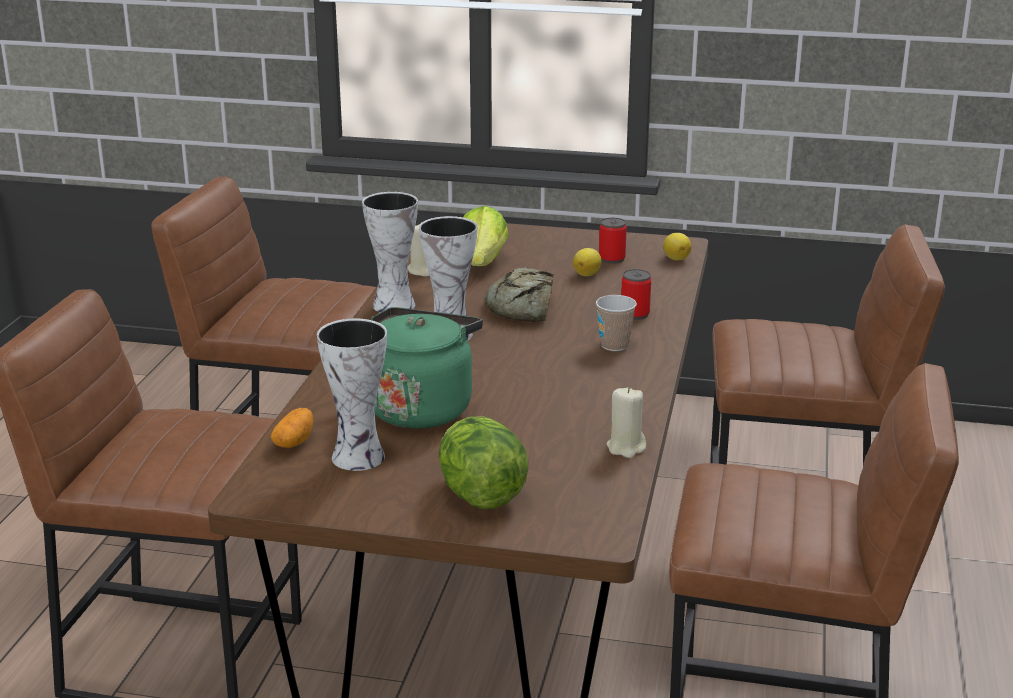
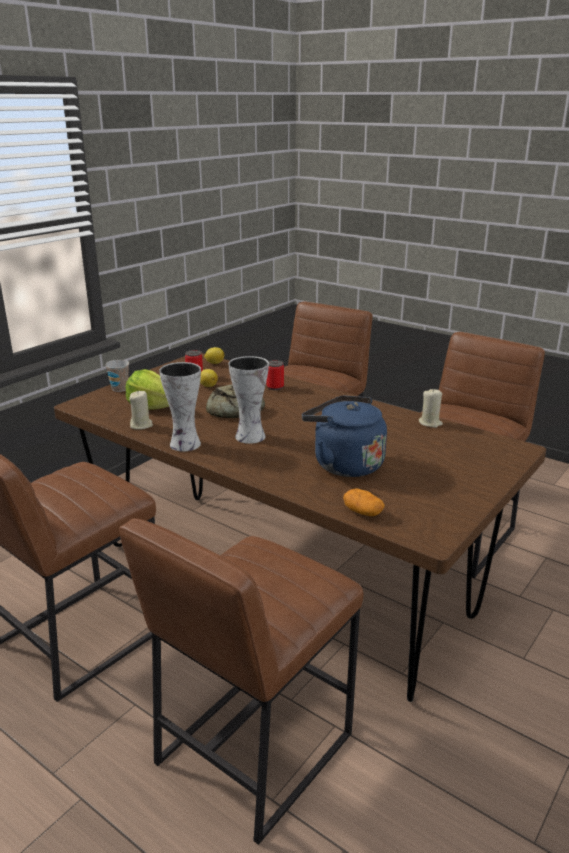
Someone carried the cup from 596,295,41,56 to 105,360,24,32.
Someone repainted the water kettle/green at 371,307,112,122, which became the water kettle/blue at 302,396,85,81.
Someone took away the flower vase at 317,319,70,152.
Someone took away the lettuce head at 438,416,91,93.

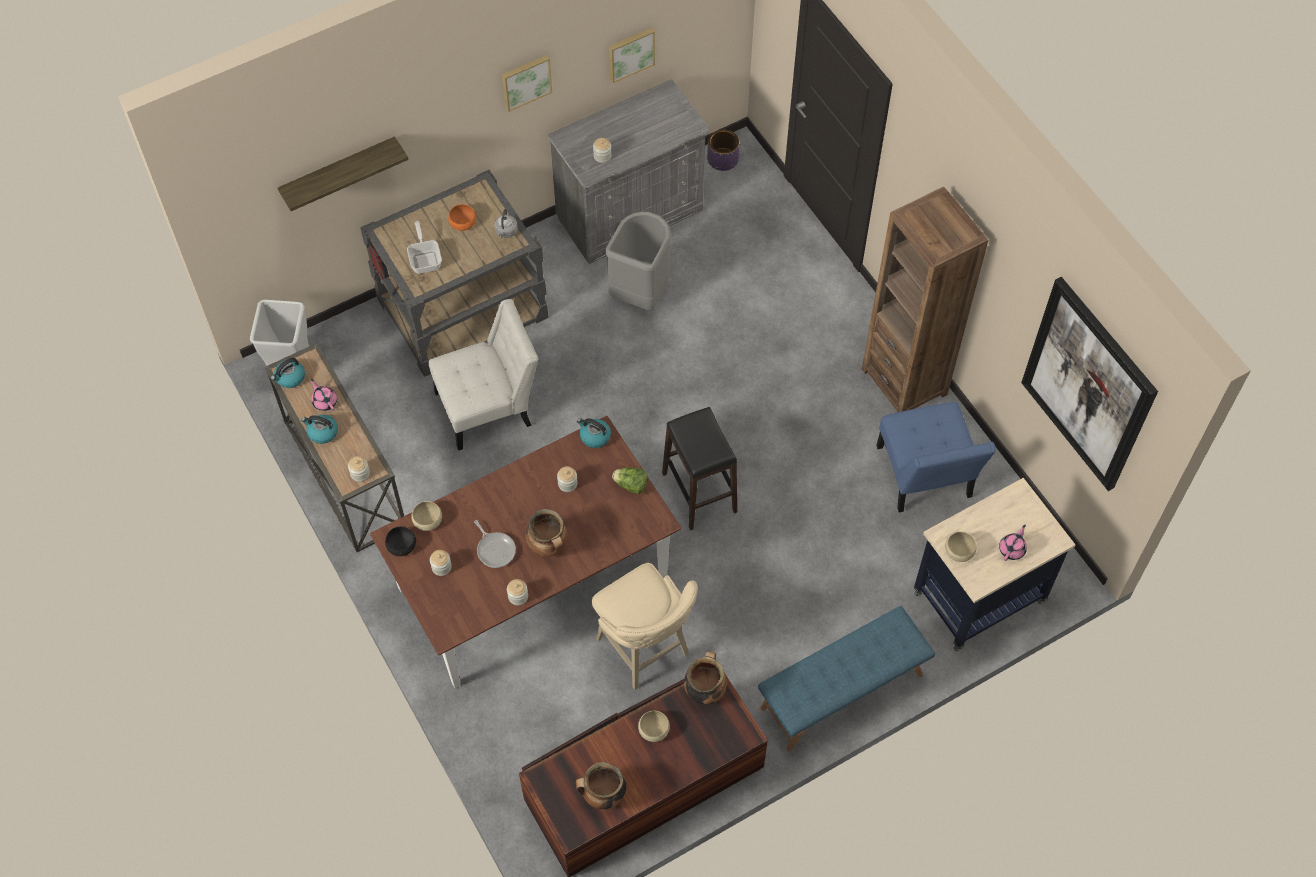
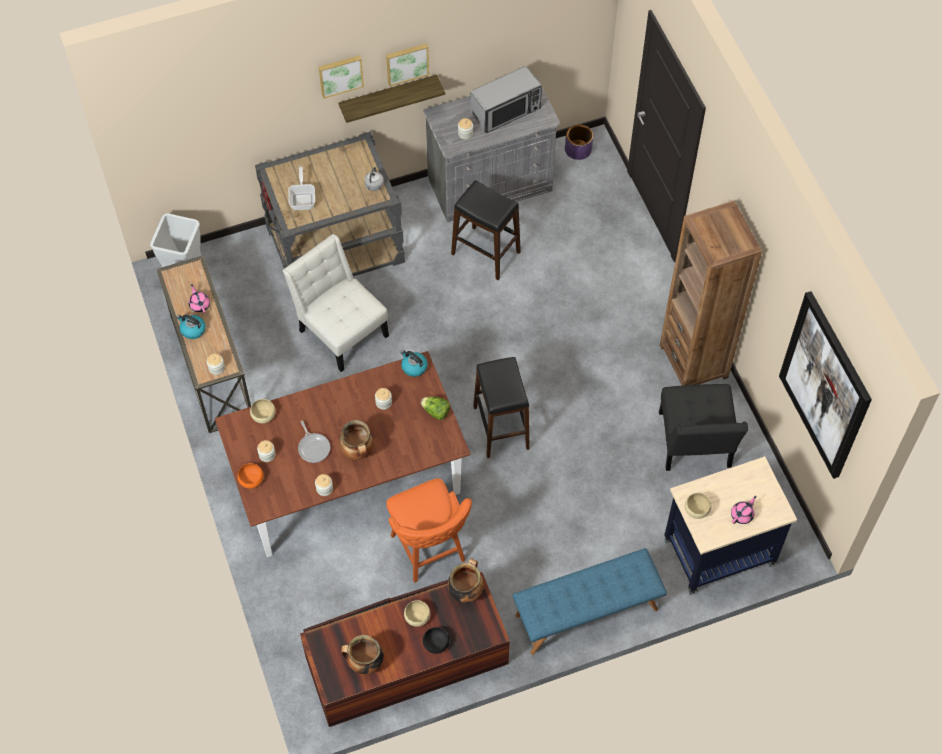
Someone carried the bowl/orange-coloured from 448,204,28,27 to 237,463,27,26.
Someone rotated the chair/whitish at 429,299,110,152 by 120 degrees counterclockwise.
Someone carried the wall picture from 609,28,46,55 to 319,55,45,44.
Someone carried the bracket shelf from 278,136,131,75 to 339,75,106,48.
Someone repainted the stool/sand-coloured at 592,563,106,127, which became the stool/orange-coloured at 386,478,86,105.
Someone carried the bowl/black-coloured from 385,526,31,30 to 423,627,26,27.
Someone swapped the waste bin/greyish at 605,212,66,99 for the stool/black-coloured at 451,180,70,100.
Someone put down the microwave at 471,66,71,67.
Someone repainted the chair/blue at 876,402,120,111, which became the chair/black-coloured at 659,384,89,87.
Someone took away the water kettle at 271,358,34,30.

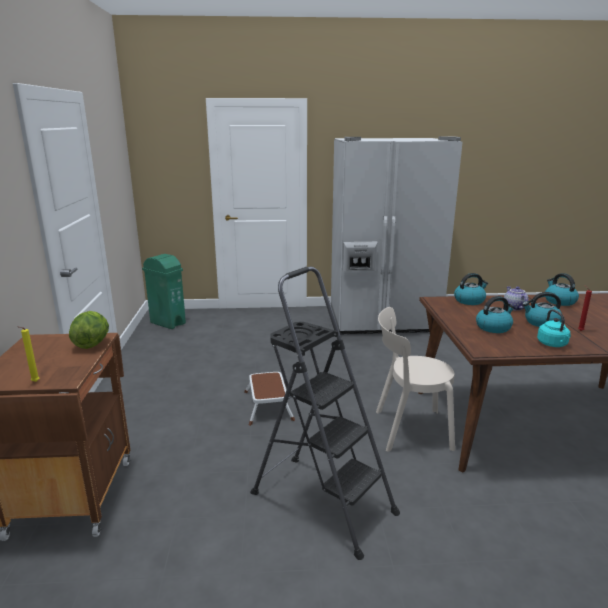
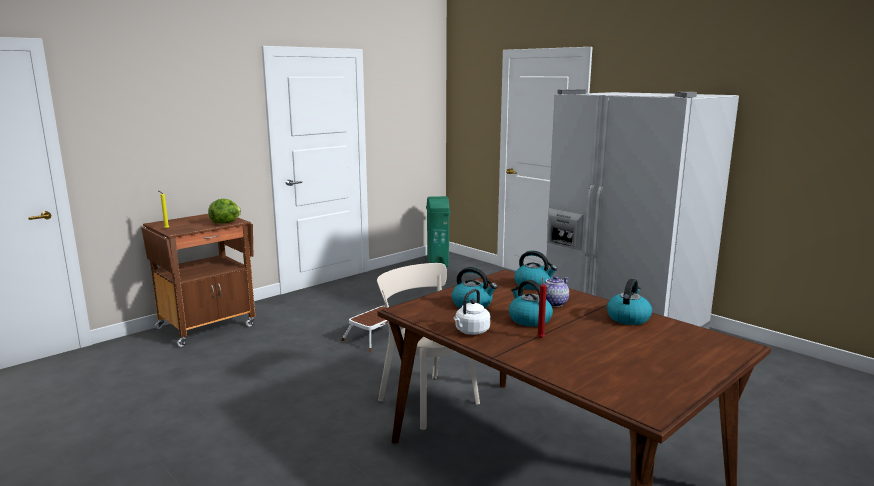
Someone repainted the water kettle/turquoise-coloured at 537,309,34,38, which became the water kettle/whitish at 453,289,37,46.
Someone took away the step ladder at 250,267,150,293.

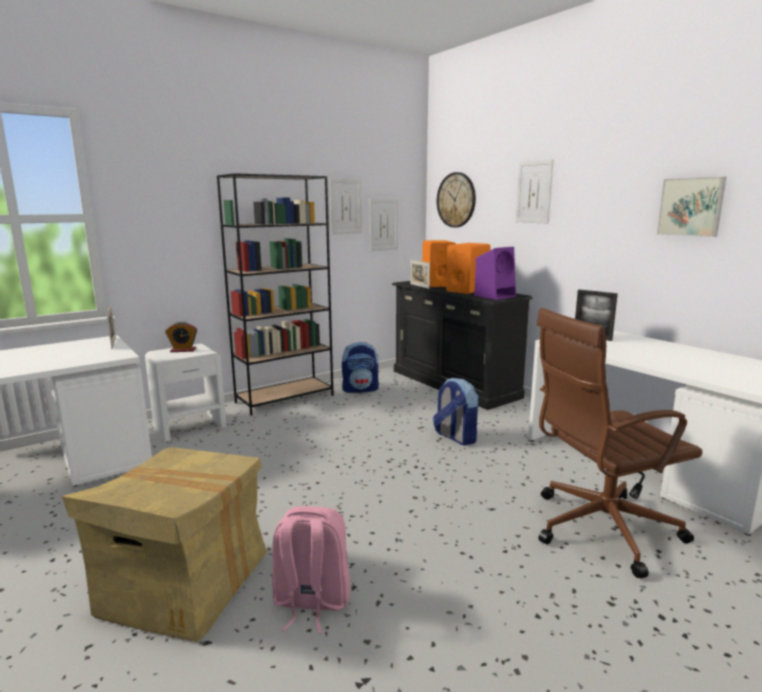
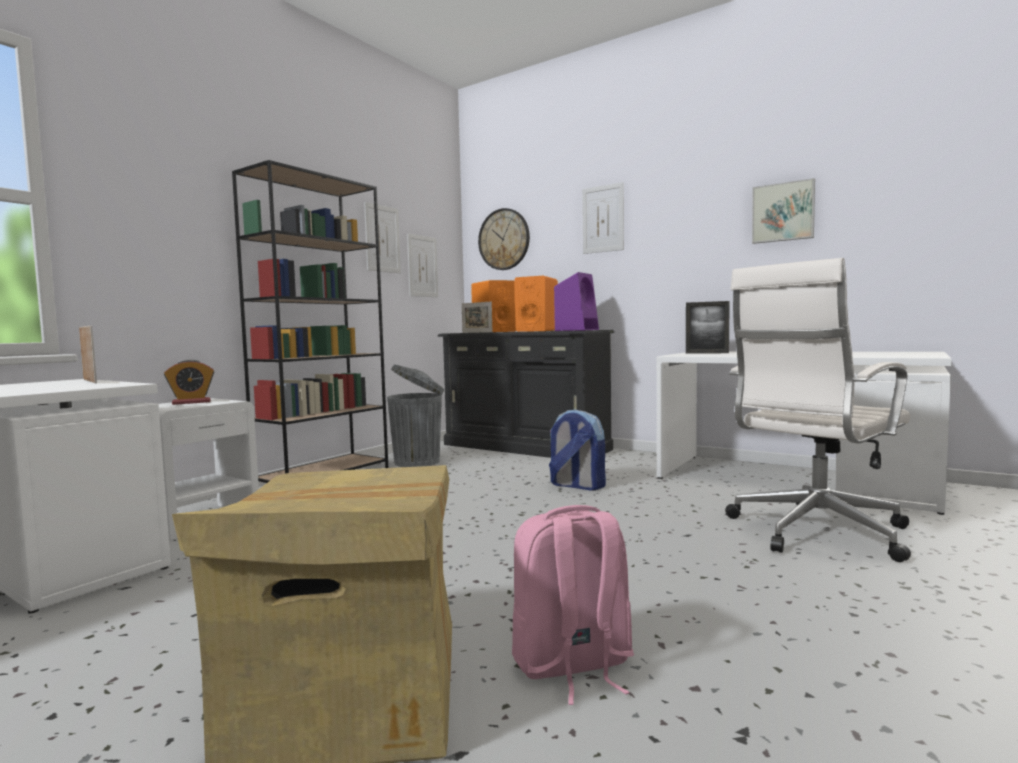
Someone swapped the rucksack at 342,342,37,51 for the waste bin/greyish at 387,364,57,103.
Someone repainted the desk chair/brown-coloured at 536,308,167,270, which became the desk chair/whitish at 725,258,186,304.

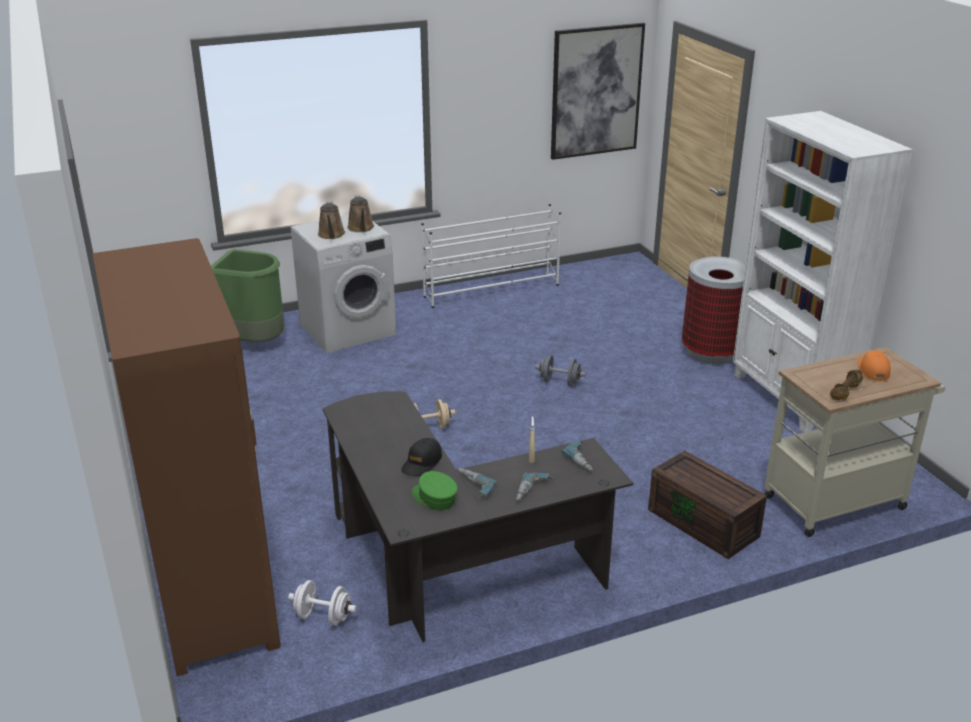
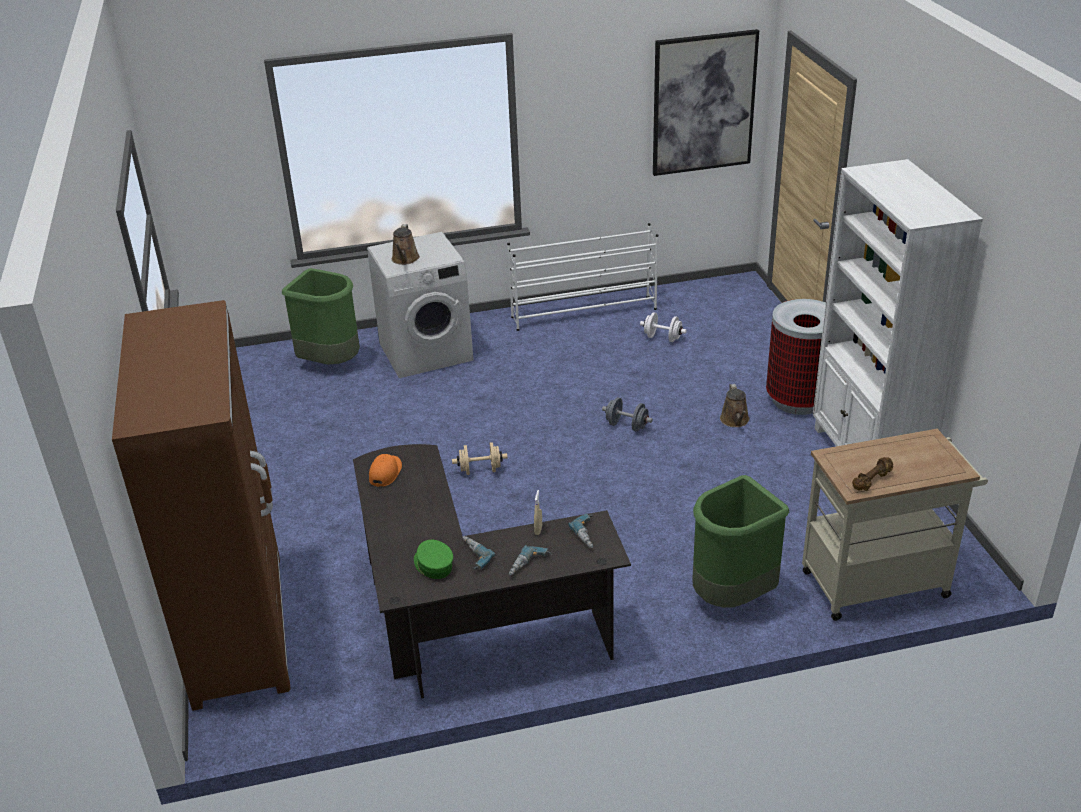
Someone carried the baseball cap/orange-coloured from 858,350,33,31 to 369,454,33,33.
Someone carried the dumbbell/whitish from 288,580,68,45 to 640,312,47,30.
Someone swapped the storage box/brown-coloured at 648,451,119,108 for the waste bin/green at 692,475,97,133.
Someone carried the watering pot/brown-coloured from 347,195,27,37 to 720,384,30,43.
Someone took away the baseball cap/black-coloured at 402,438,40,38.

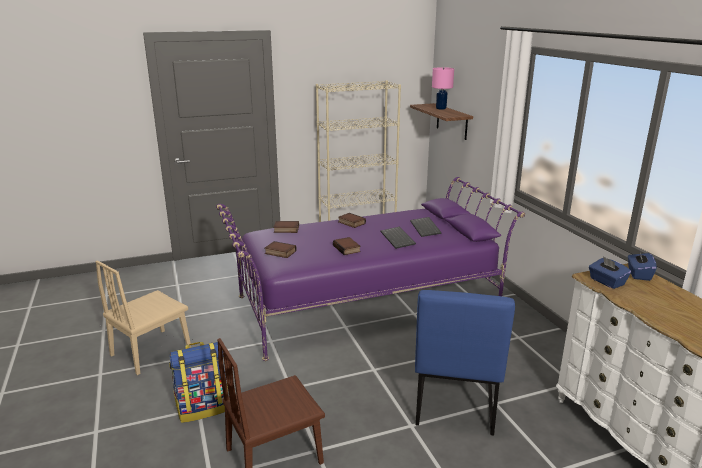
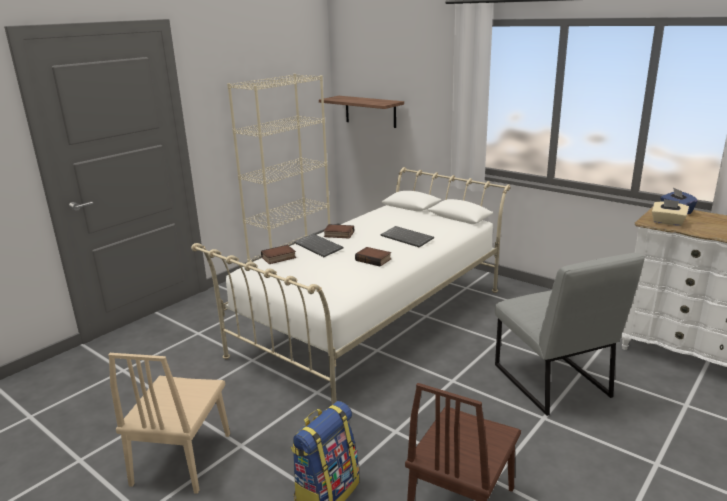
Someone repainted the bed/purple-coloured at 216,177,309,184, which became the bed/whitish at 191,167,319,238.
Someone carried the keyboard from 410,217,32,20 to 294,234,49,23.
Someone repainted the chair/blue at 415,290,100,145, which became the chair/greyish at 495,253,150,163.
Someone repainted the tissue box/blue at 589,256,42,33, which became the tissue box/sand-coloured at 652,199,37,27.
Someone took away the volume at 265,241,32,17.
Someone took away the table lamp/pinkish at 432,67,22,43.

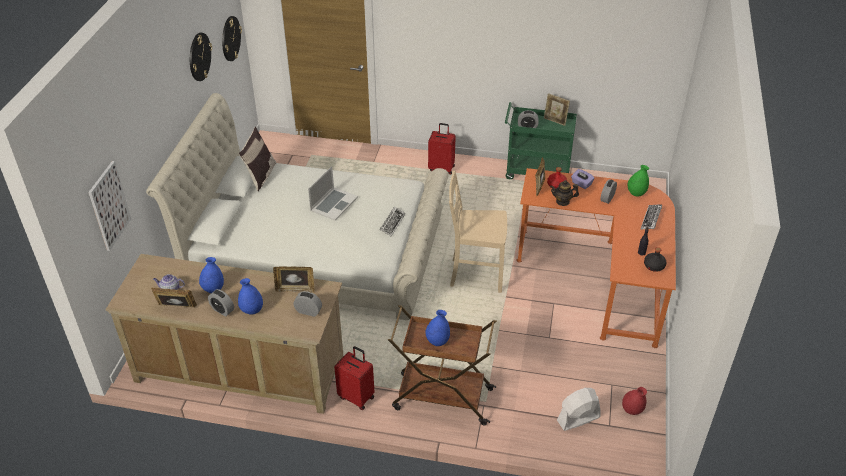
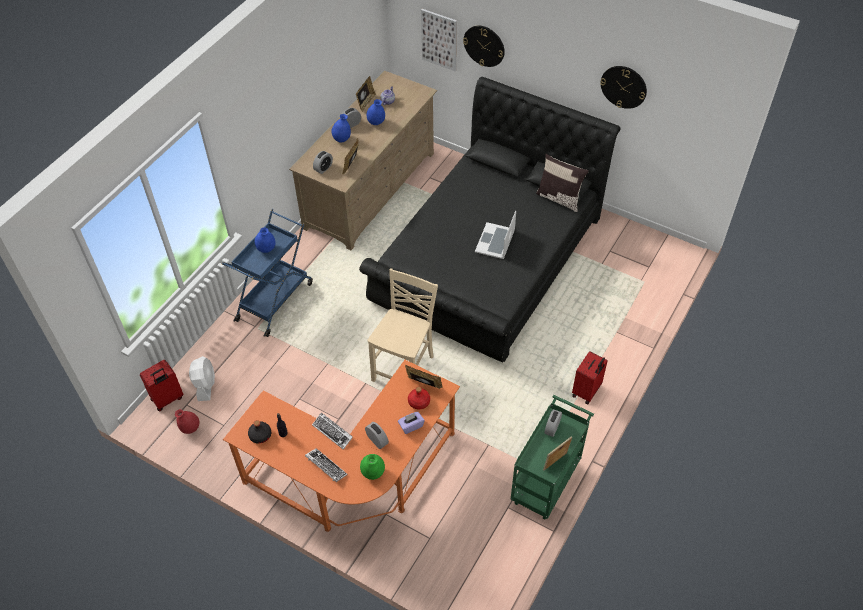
Someone carried the piece of luggage/red-coloured from 334,346,40,64 to 140,360,43,51.
Someone repainted the wheeled cart/brown-coloured at 388,305,109,121, which became the wheeled cart/blue at 222,209,91,128.
Someone carried the keyboard from 380,206,26,30 to 312,412,41,38.
Someone repainted the bed/sand-coloured at 146,93,303,227, which became the bed/black-coloured at 359,77,261,285.
Someone carried the wall clock from 222,16,20,45 to 463,26,42,41.
Someone rotated the notebook computer at 308,166,50,55 by 60 degrees clockwise.
Someone took away the tea pot at 550,180,29,26.

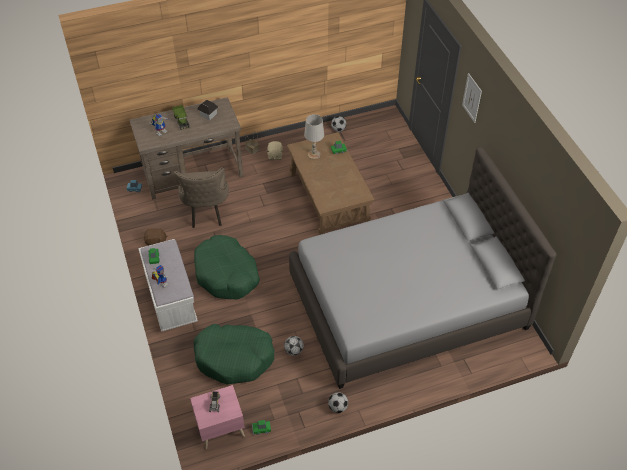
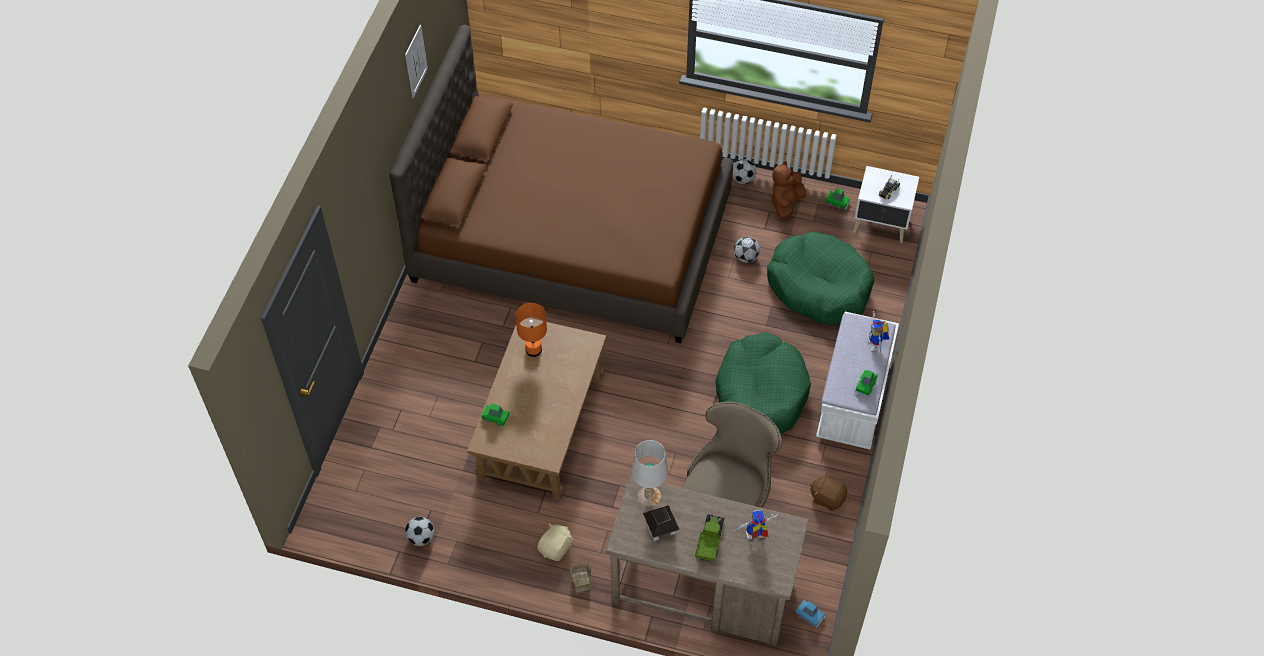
Someone repainted the bed/greyish at 289,147,267,242, which became the bed/brown-coloured at 389,25,344,319.
Someone carried the wall picture from 462,73,20,50 to 405,25,23,73.
Someone put down the table lamp/orange-coloured at 516,303,31,54.
Someone carried the table lamp/whitish from 304,114,20,45 to 631,440,37,67.
Someone put down the soft toy/brown-coloured at 772,161,34,58.
Someone repainted the night table/pinkish at 190,385,55,64, which became the night table/whitish at 853,166,66,77.

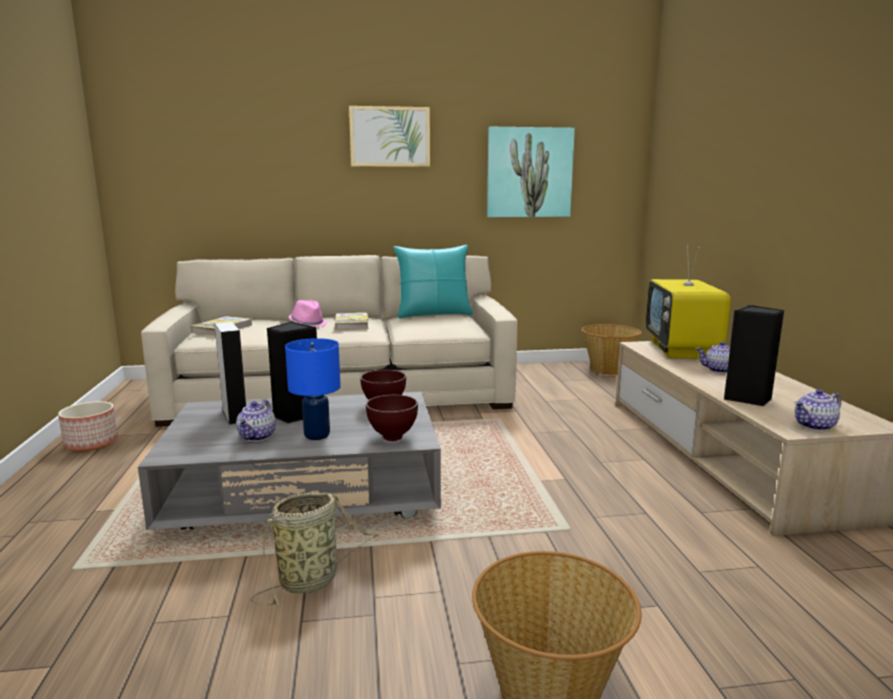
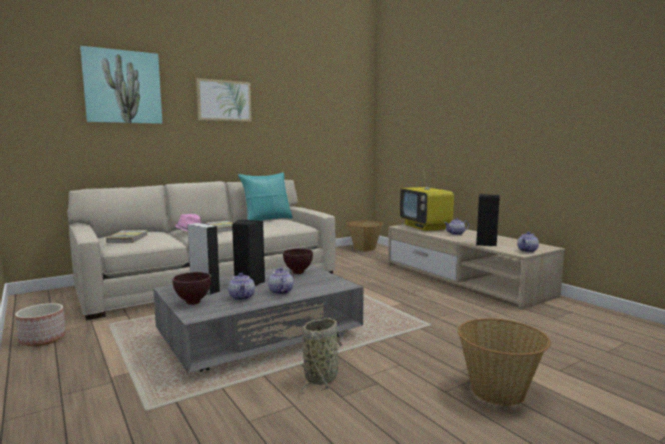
Someone carried the wall picture from 487,127,88,90 to 80,46,82,78.
Someone carried the bowl/brown-coloured from 366,395,52,46 to 172,272,39,33.
Someone swapped the table lamp/blue at 285,338,56,102 for the tea pot at 268,268,26,27.

